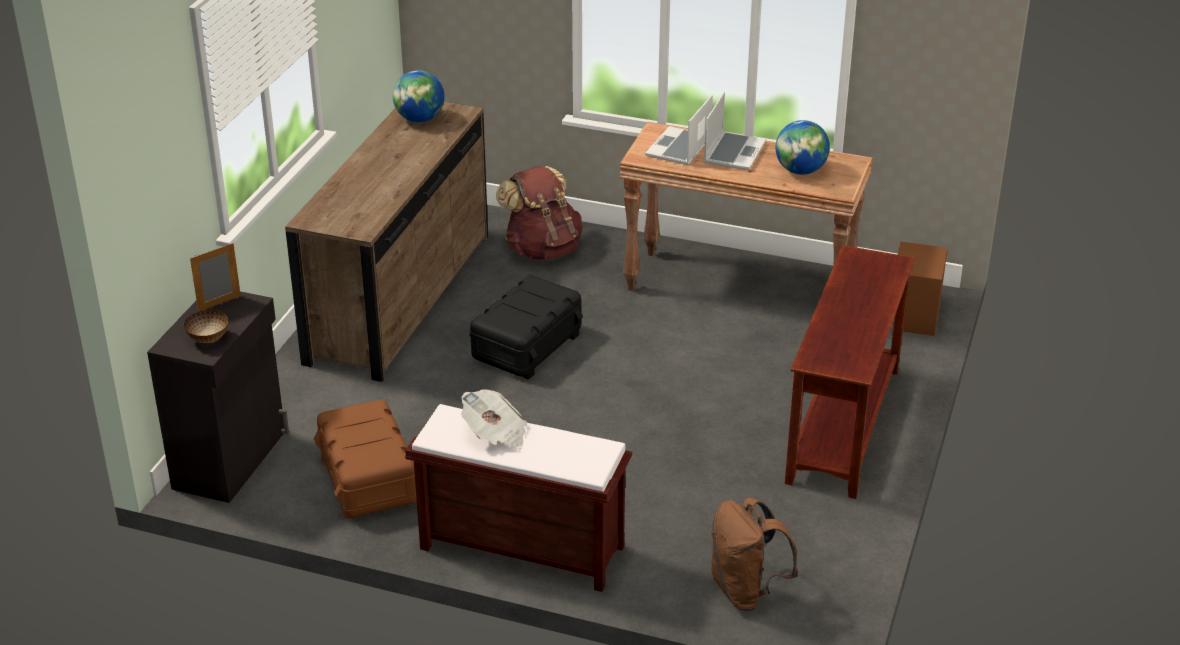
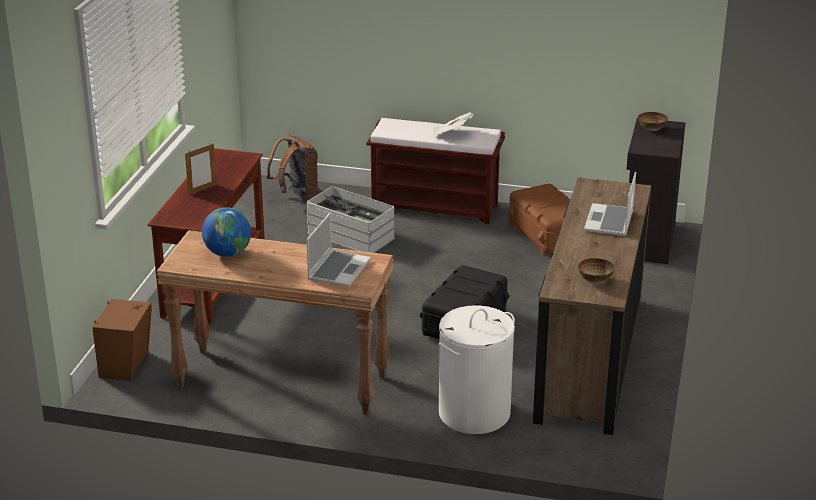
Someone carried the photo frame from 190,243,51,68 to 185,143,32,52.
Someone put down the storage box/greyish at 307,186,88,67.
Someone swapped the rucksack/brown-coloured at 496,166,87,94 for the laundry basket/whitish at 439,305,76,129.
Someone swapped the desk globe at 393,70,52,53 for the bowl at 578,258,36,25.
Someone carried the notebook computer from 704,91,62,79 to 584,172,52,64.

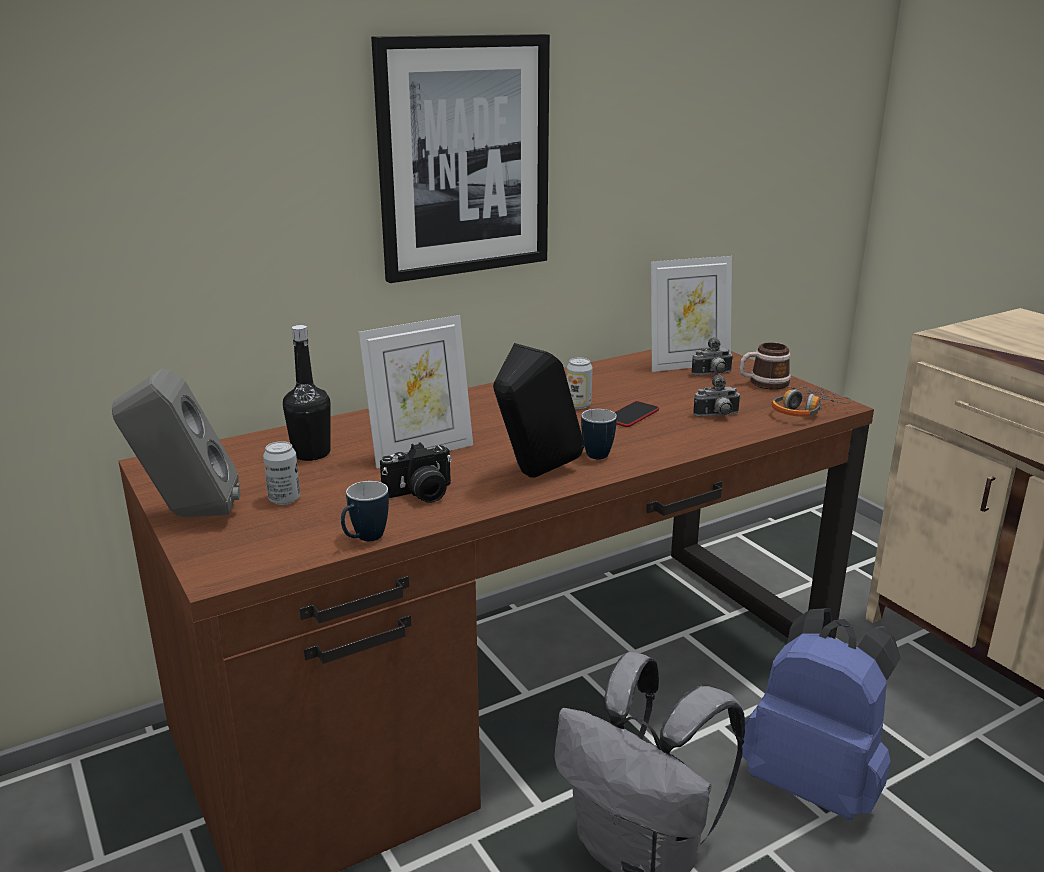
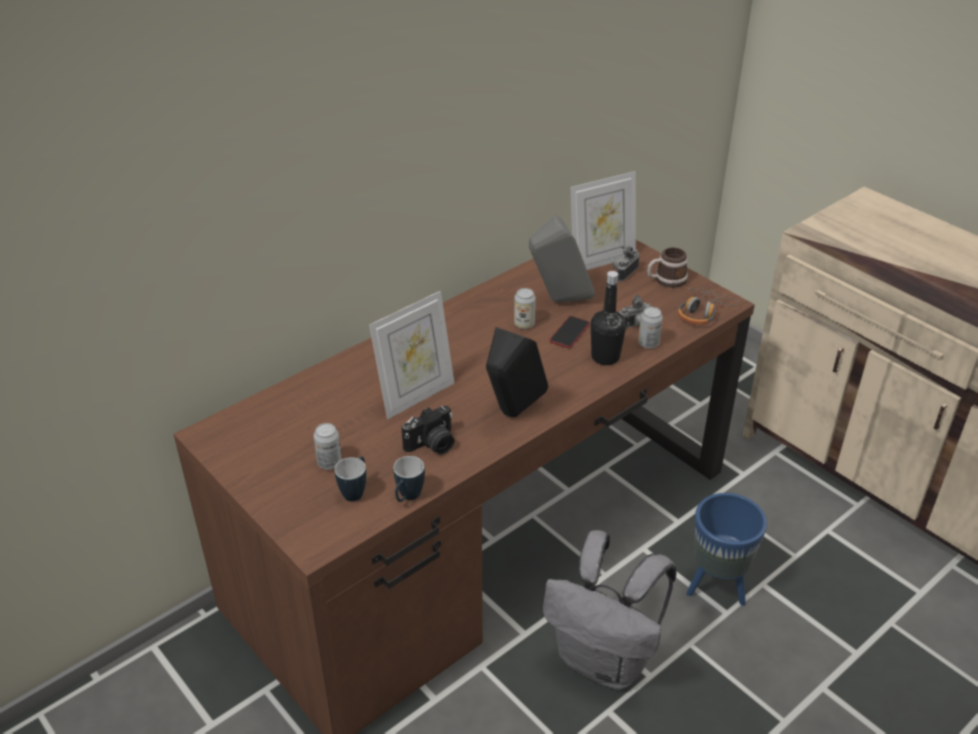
Someone carried the mug from 581,409,36,50 to 335,456,31,46.
Someone carried the audio speaker/greyish from 112,368,128,149 to 529,215,66,88.
Someone carried the beverage bottle/black-coloured from 283,325,48,136 to 591,271,35,94.
Someone rotated the still camera at 691,337,43,38 by 150 degrees clockwise.
Someone put down the sealed can at 638,307,25,42.
Someone swapped the rucksack/blue at 742,608,159,212 for the plant pot/blue at 687,493,80,113.
Someone took away the wall picture at 371,34,179,249.

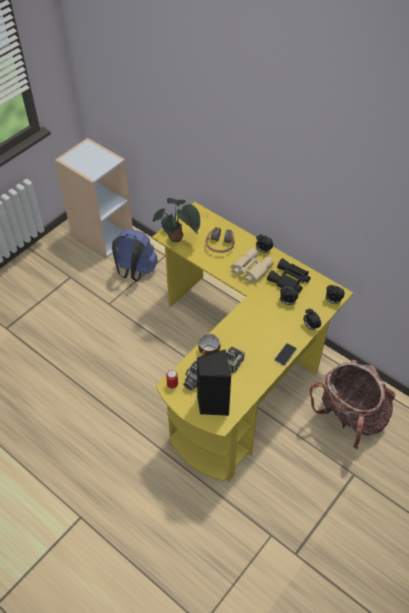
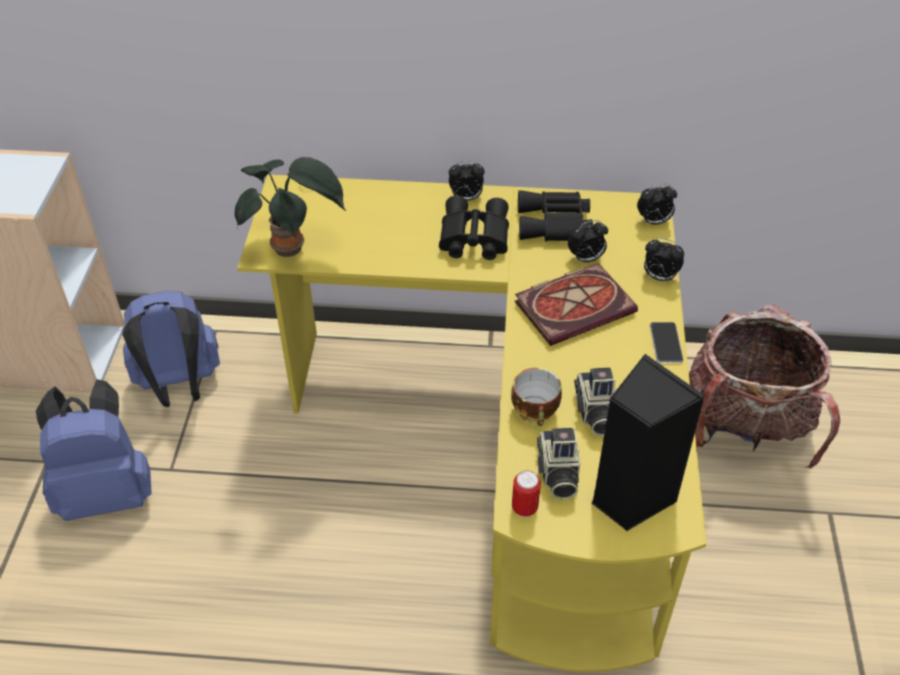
Someone put down the rucksack/blue at 36,379,116,142.
Someone repainted the field glasses/sand-coloured at 231,248,43,35, which became the field glasses/black-coloured at 439,196,70,64.
Someone put down the volume at 515,263,123,83.
Someone took away the headphones at 205,227,30,26.

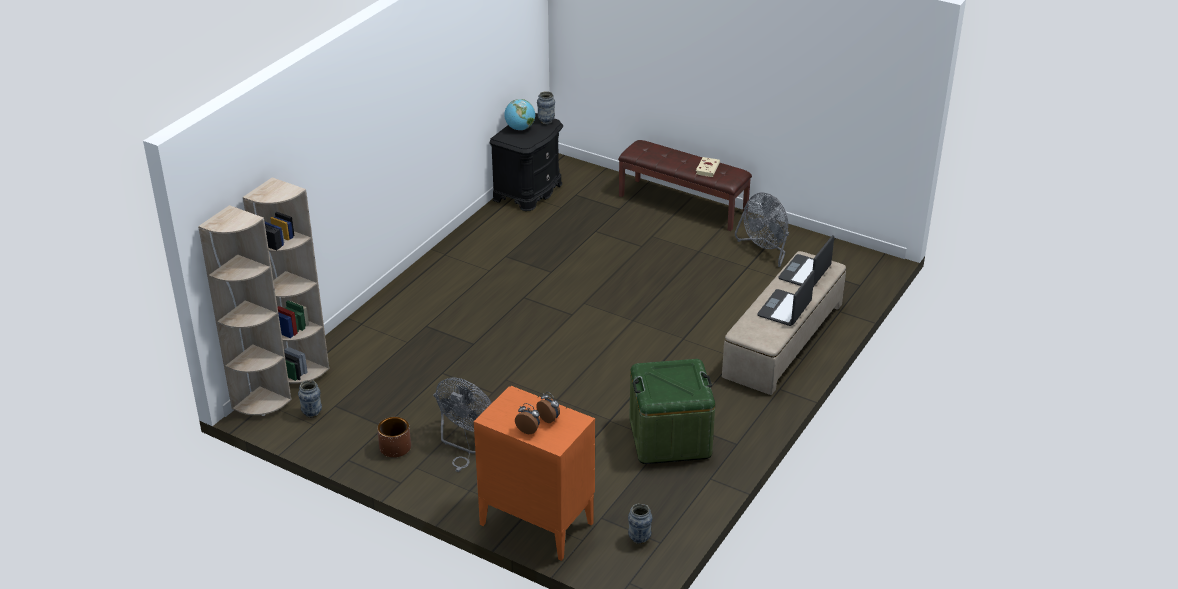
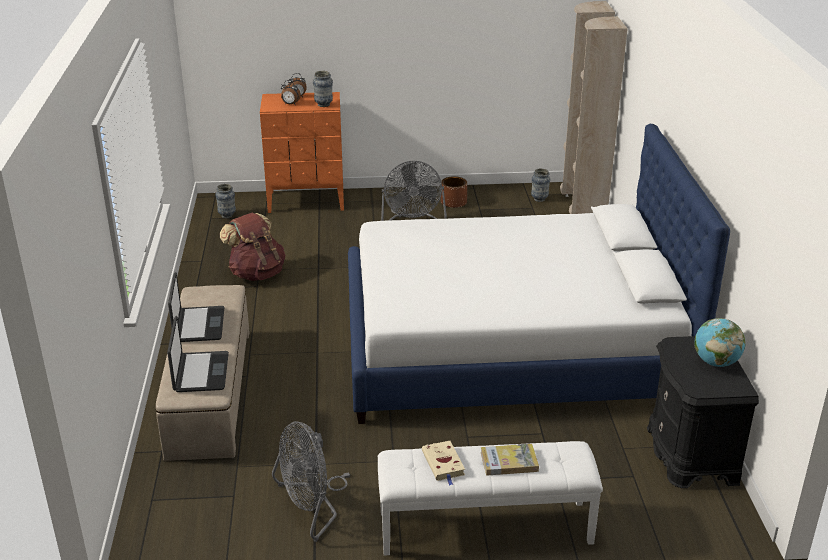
Someone swapped the storage box/green at 629,359,86,105 for the rucksack/brown-coloured at 220,213,65,68.
Someone rotated the fan/greyish at 735,192,54,75 by 135 degrees counterclockwise.
Someone carried the flower vase from 537,91,18,33 to 313,71,20,36.
Someone put down the bed/whitish at 348,124,382,300.
Someone repainted the bench/brown-coloured at 618,140,134,91, which became the bench/whitish at 378,441,225,115.
Someone put down the volume at 481,444,58,32.

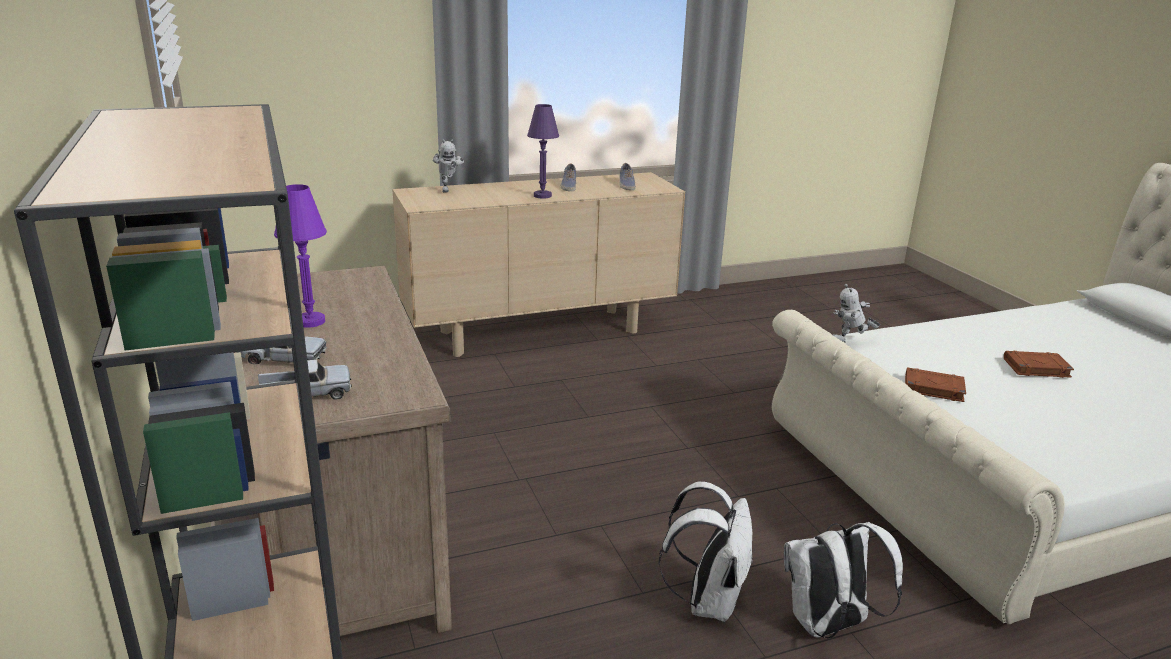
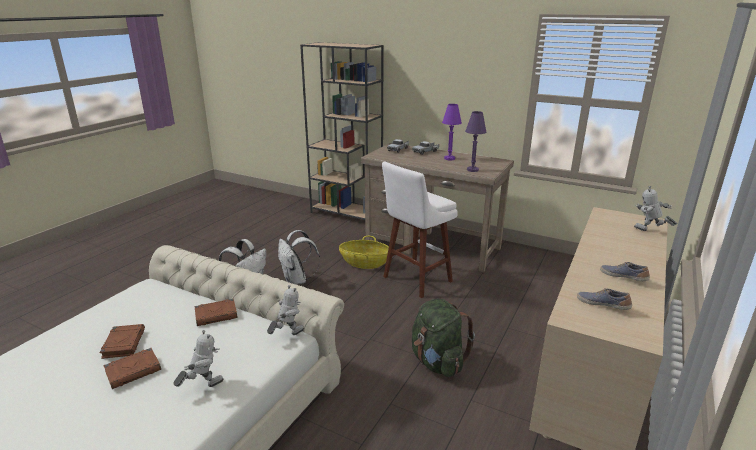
Someone put down the volume/brown-coloured at 99,324,46,35.
Someone put down the model robot at 173,330,51,57.
Someone put down the basket at 339,236,50,33.
Someone put down the stool/whitish at 382,161,76,137.
Someone put down the rucksack/green at 412,299,63,78.
Someone carried the table lamp/purple-coloured from 527,104,32,95 to 465,111,21,61.

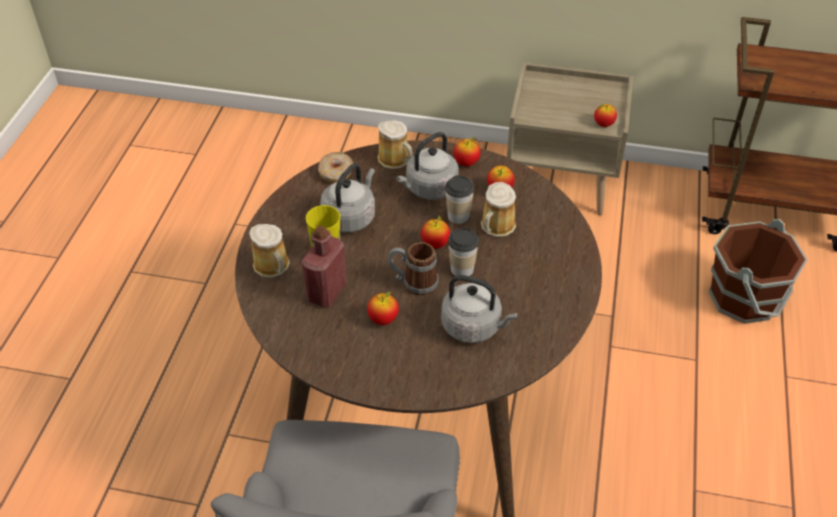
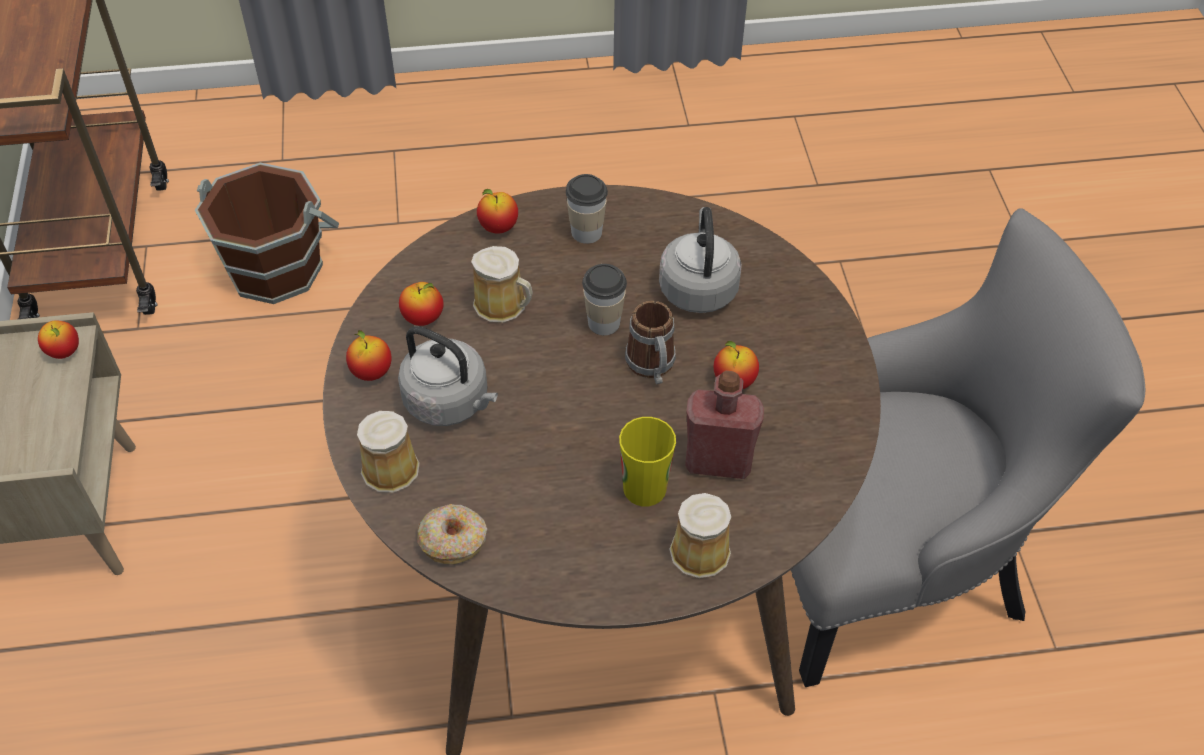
Someone carried the apple from 421,216,29,33 to 477,189,41,44.
Someone carried the cup from 445,175,29,49 to 566,174,42,70.
Someone took away the water kettle/greyish at 320,164,55,69.

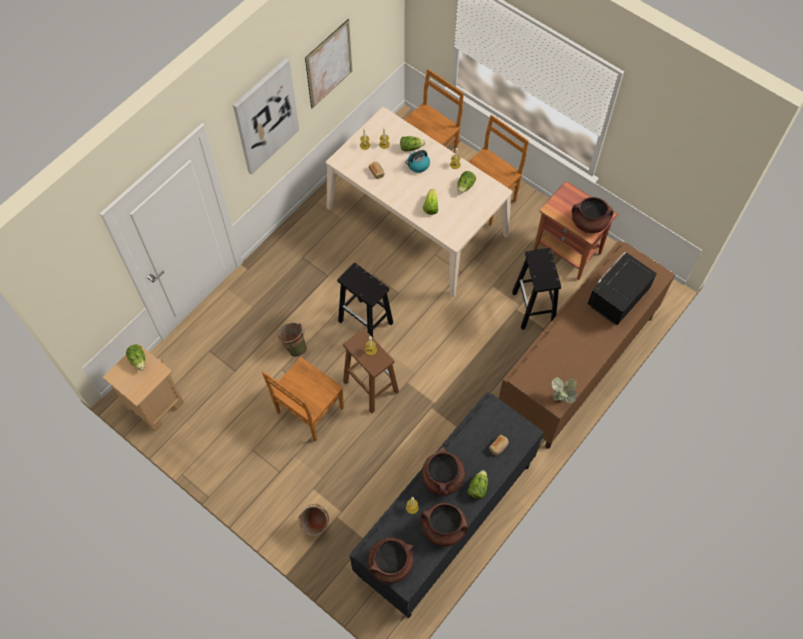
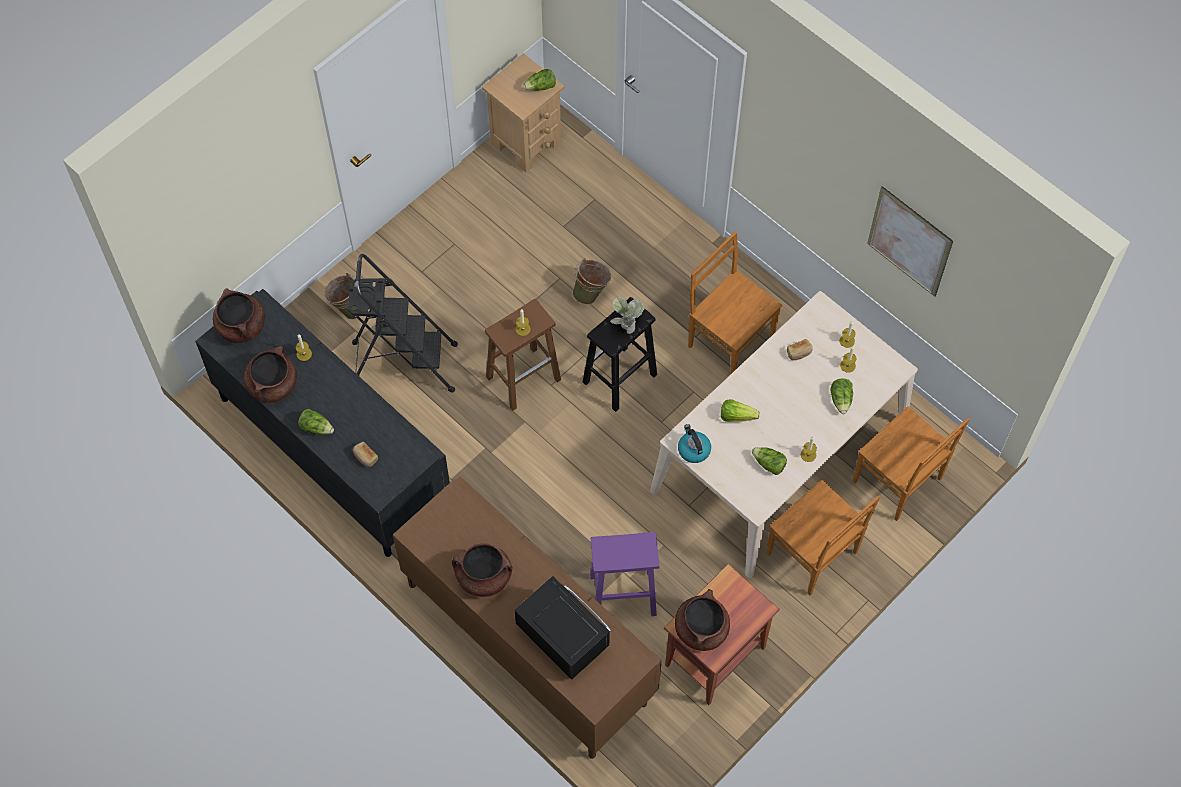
Someone put down the step ladder at 348,254,110,138.
Someone carried the saucepot/brown-coloured from 422,447,43,49 to 452,543,61,54.
Someone repainted the stool/black-coloured at 512,248,49,82, which became the stool/purple-coloured at 590,532,69,84.
Someone carried the plant in a pot from 552,377,25,26 to 610,297,34,37.
Someone carried the water kettle from 405,150,25,23 to 678,424,33,39.
Someone carried the chair/brown-coloured from 262,357,82,85 to 688,231,94,144.
Someone took away the wall picture at 233,58,66,117.

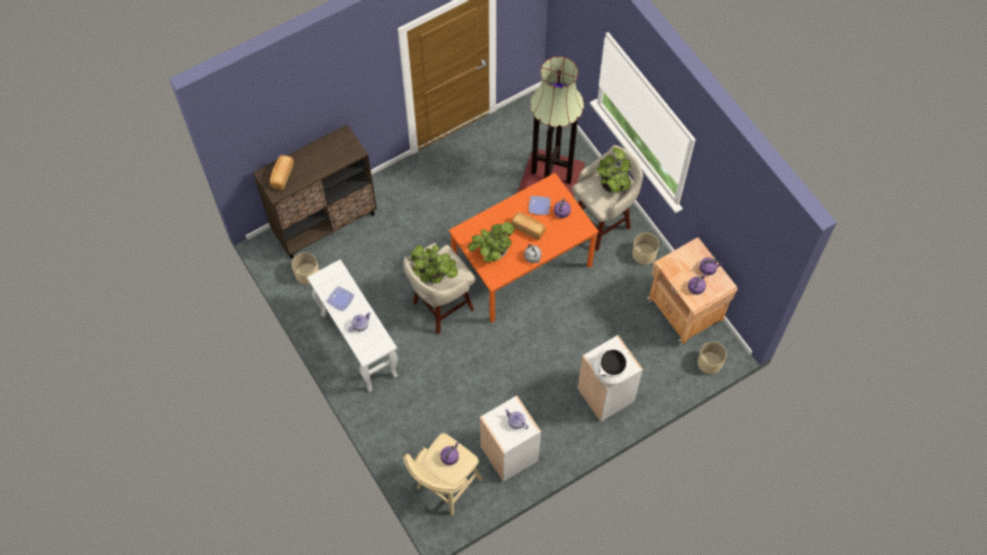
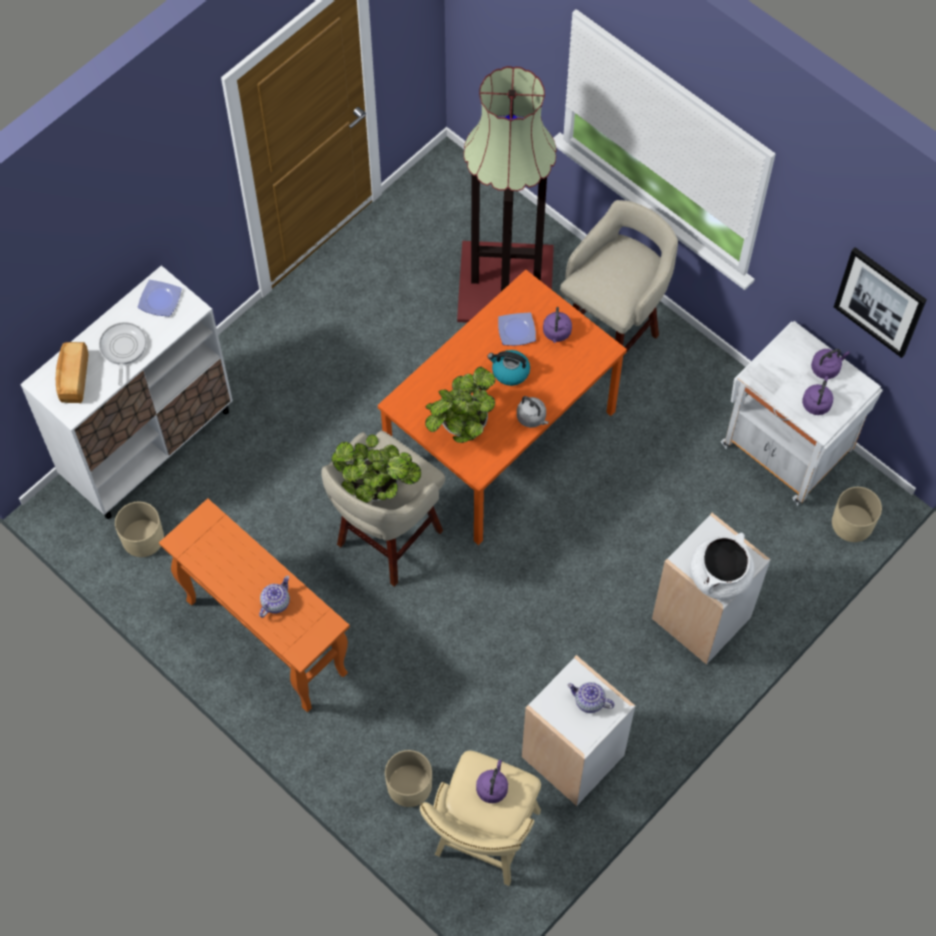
Someone repainted the storage cabinet/brown-coloured at 253,124,124,135, which became the storage cabinet/whitish at 20,265,213,254.
Someone put down the frying pan at 99,322,47,64.
Someone carried the flat dish from 327,286,27,25 to 138,280,44,36.
Someone repainted the hall table/whitish at 307,259,91,133, which became the hall table/orange-coloured at 159,498,191,214.
Someone carried the plant pot/sand-coloured from 632,233,27,32 to 385,750,47,57.
Someone swapped the bakery bread at 511,212,35,28 for the water kettle at 487,350,43,36.
Someone repainted the wheeled cart/brown-coloured at 647,238,91,107, which became the wheeled cart/whitish at 721,321,162,185.
Someone put up the wall picture at 834,247,93,111.
Someone took away the plant in a pot at 596,148,35,46.

